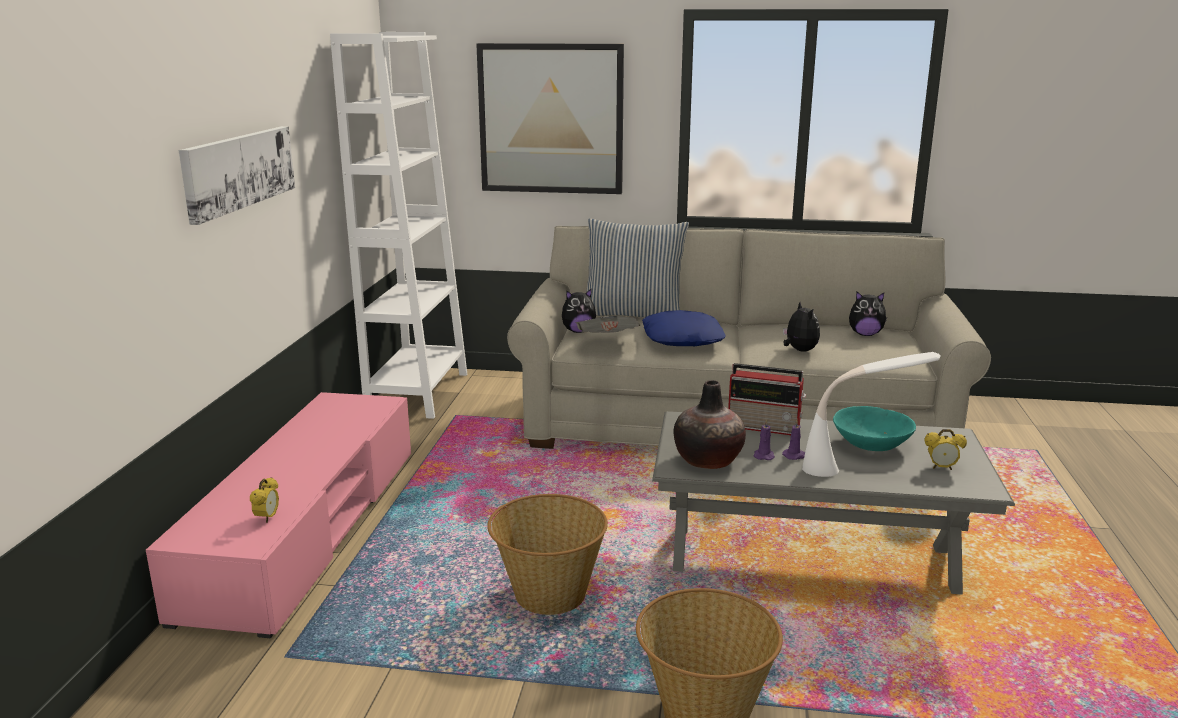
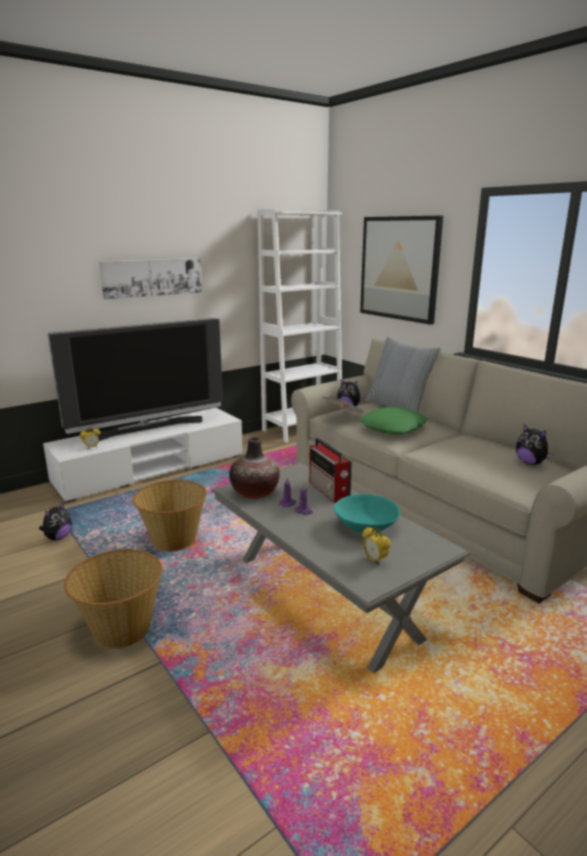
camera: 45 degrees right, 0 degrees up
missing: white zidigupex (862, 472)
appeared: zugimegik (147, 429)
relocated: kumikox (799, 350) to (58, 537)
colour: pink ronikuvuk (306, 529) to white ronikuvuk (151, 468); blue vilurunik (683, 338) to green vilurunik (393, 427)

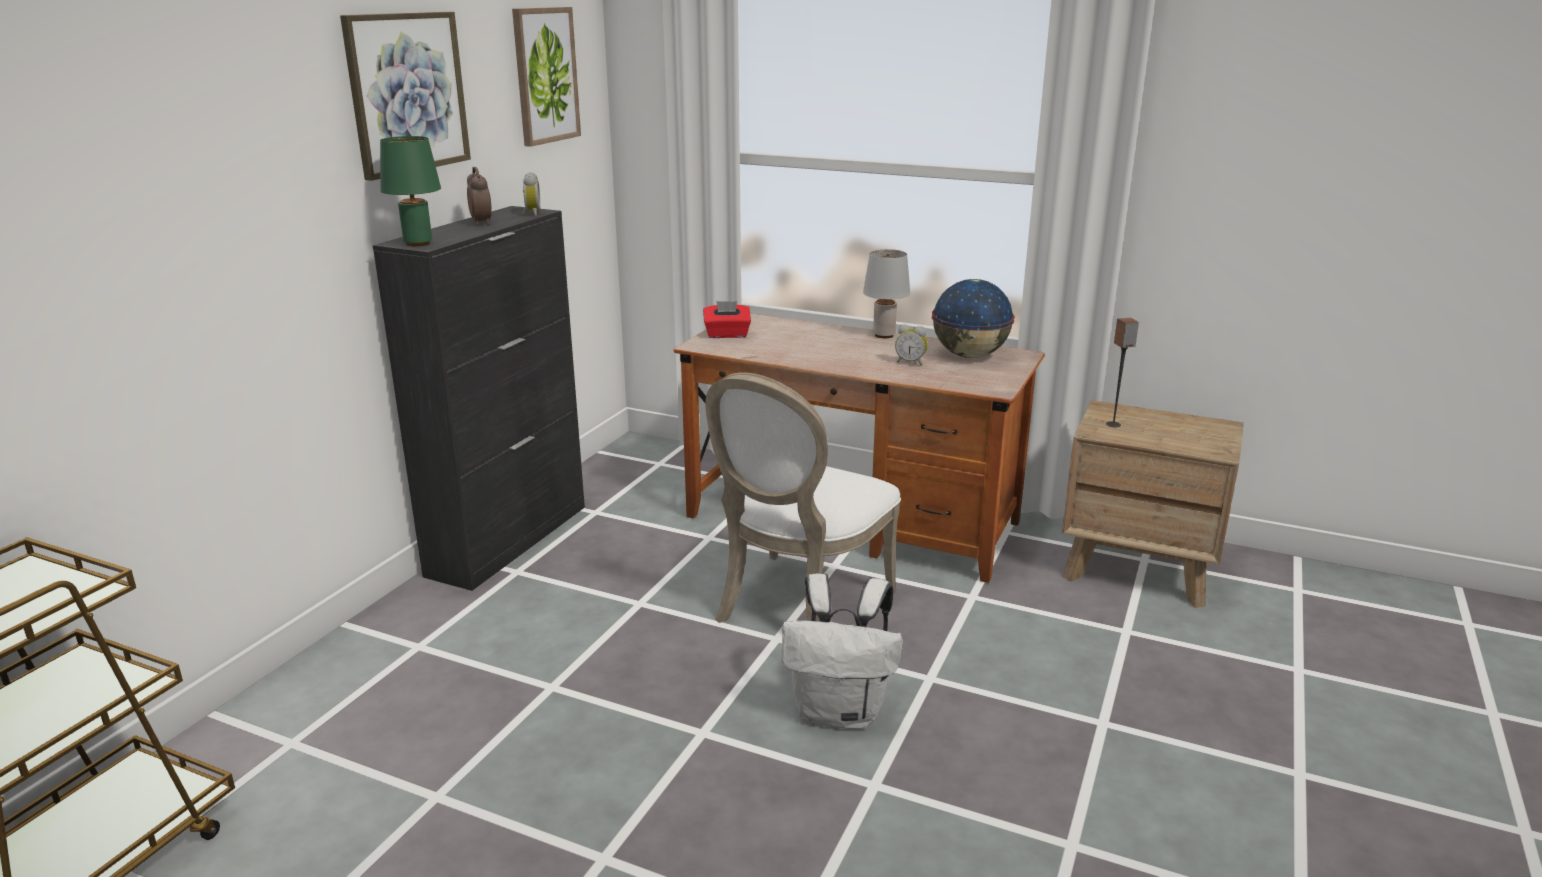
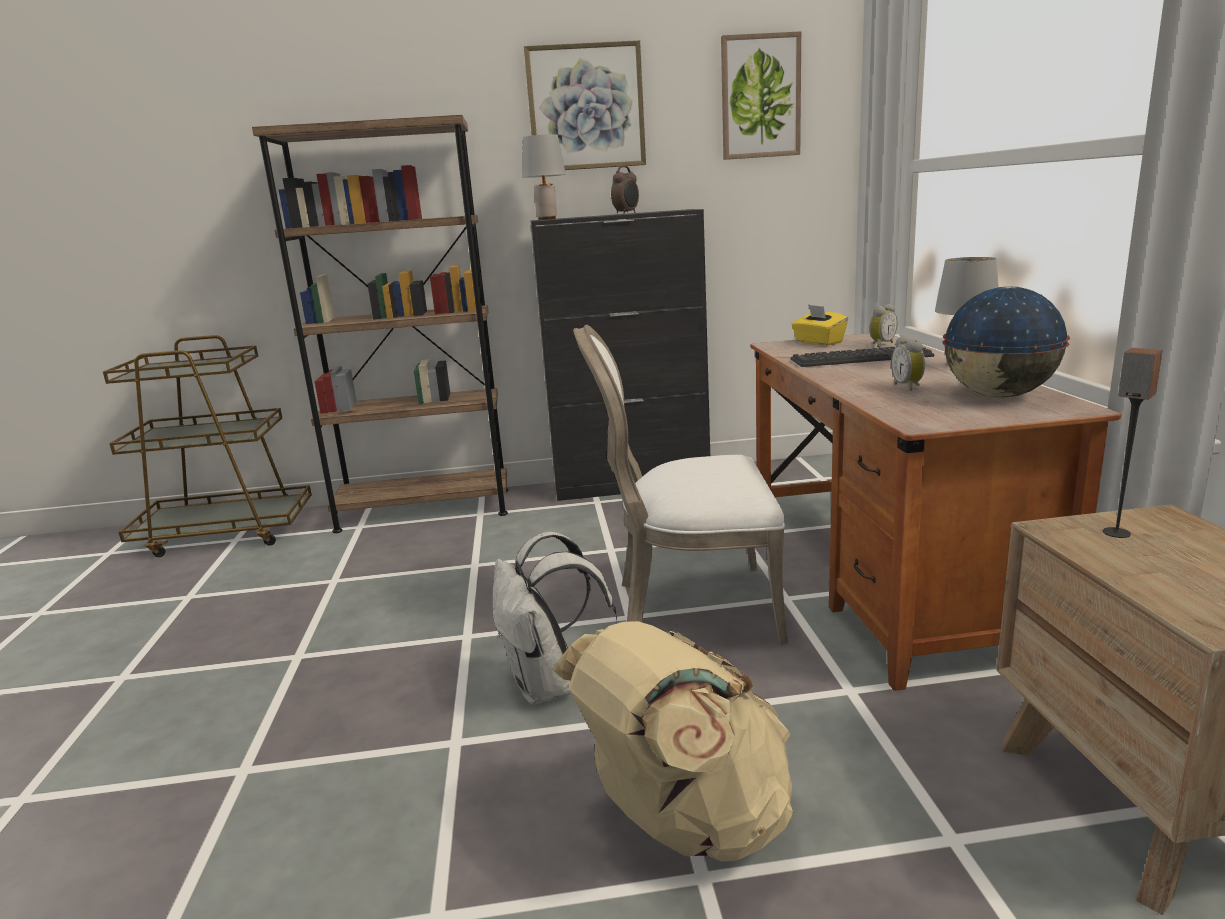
camera: 60 degrees right, 5 degrees down
appeared: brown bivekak (424, 510); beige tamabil (684, 820); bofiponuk (860, 358)
relocated: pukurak (531, 214) to (880, 344)
colour: green zidigupex (417, 243) to grey zidigupex (546, 219); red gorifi (727, 335) to yellow gorifi (818, 342)

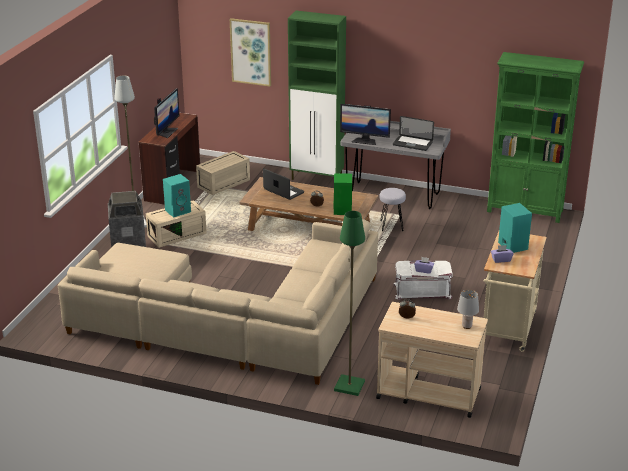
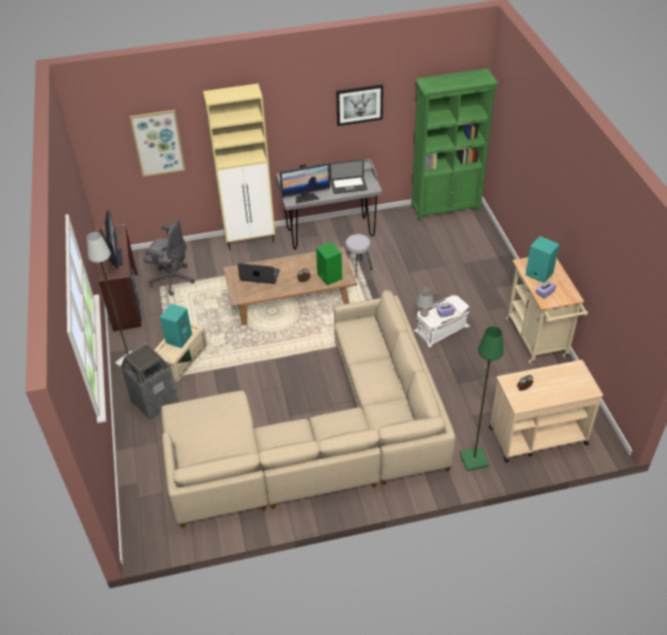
camera: 30 degrees left, 15 degrees up
appeared: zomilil (359, 104)
relocated: grey zidigupex (467, 326) to (424, 314)
exchanged: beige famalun (223, 184) to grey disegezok (171, 279)
colour: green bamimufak (317, 178) to beige bamimufak (251, 240)

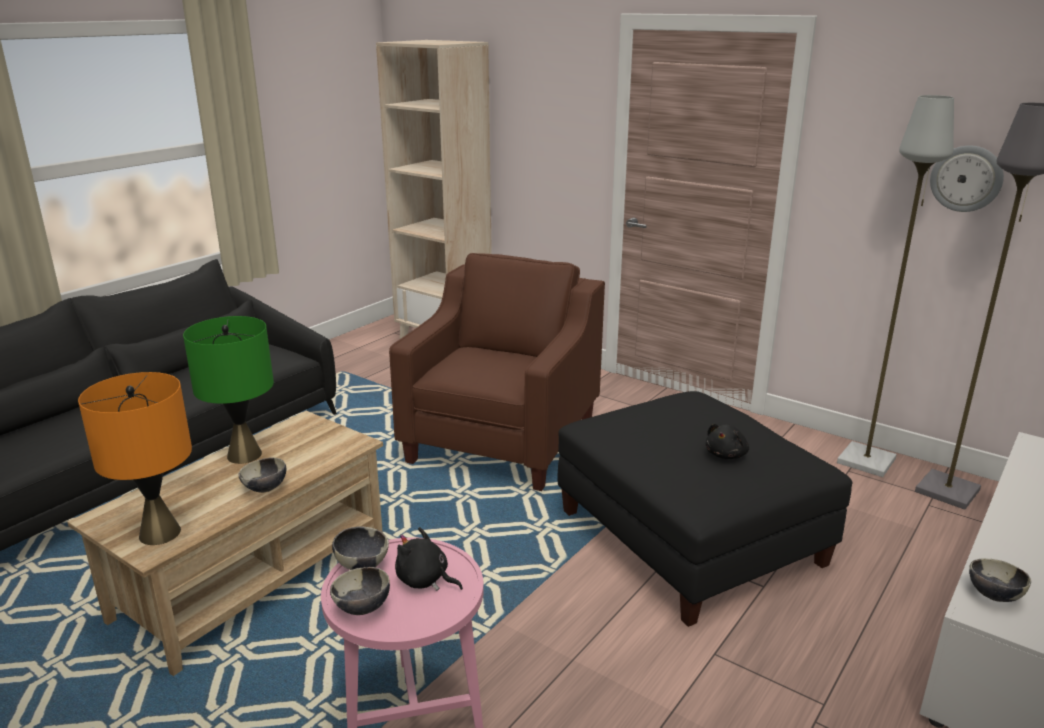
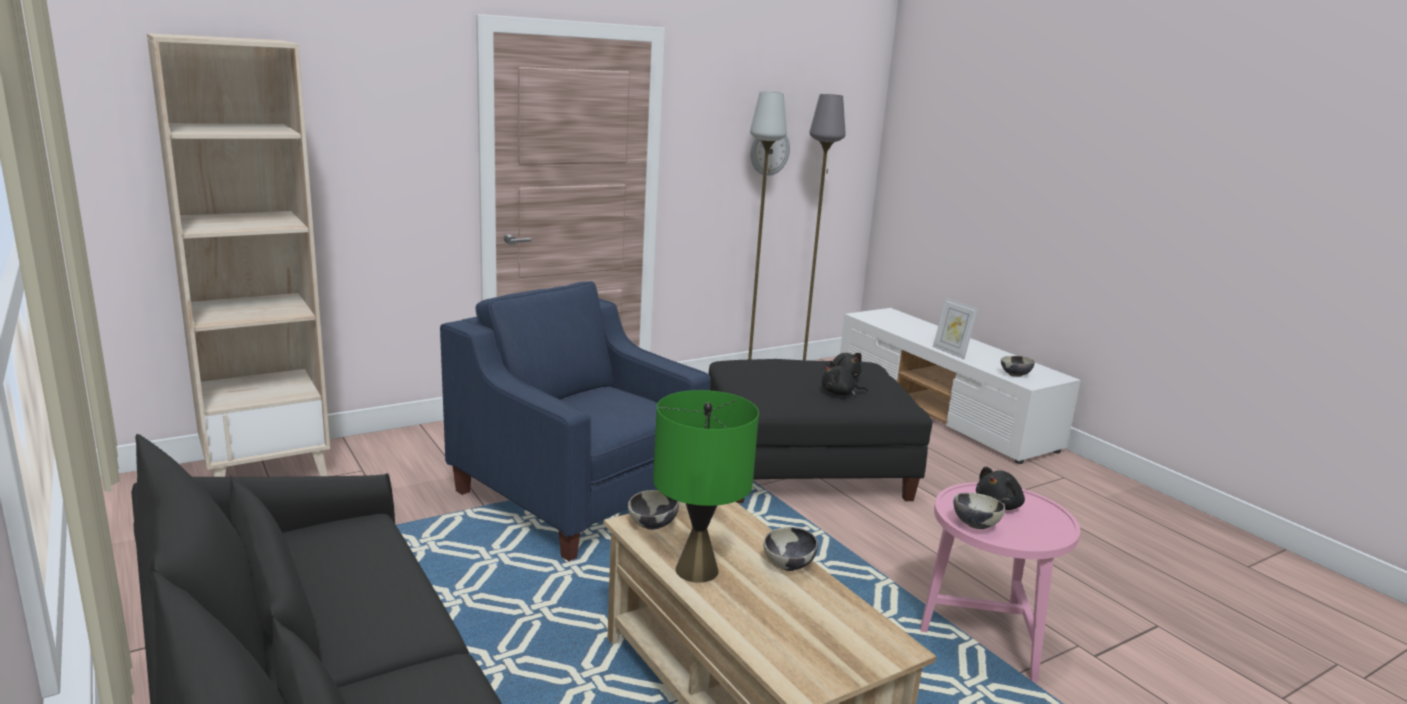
camera: 70 degrees left, 5 degrees down
missing: orange zidigupex (160, 533)
appeared: black kumikox (840, 393); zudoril (951, 352)
relocated: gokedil (362, 608) to (653, 525)
colour: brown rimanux (504, 440) to blue rimanux (575, 497)

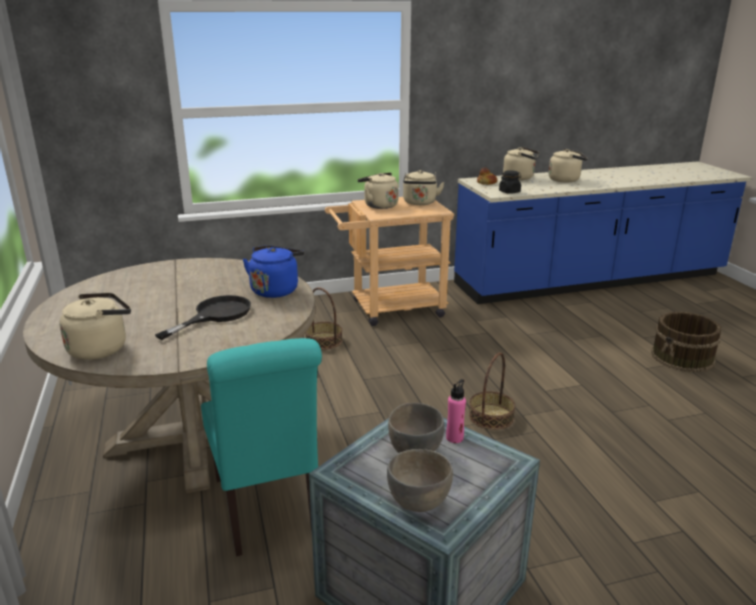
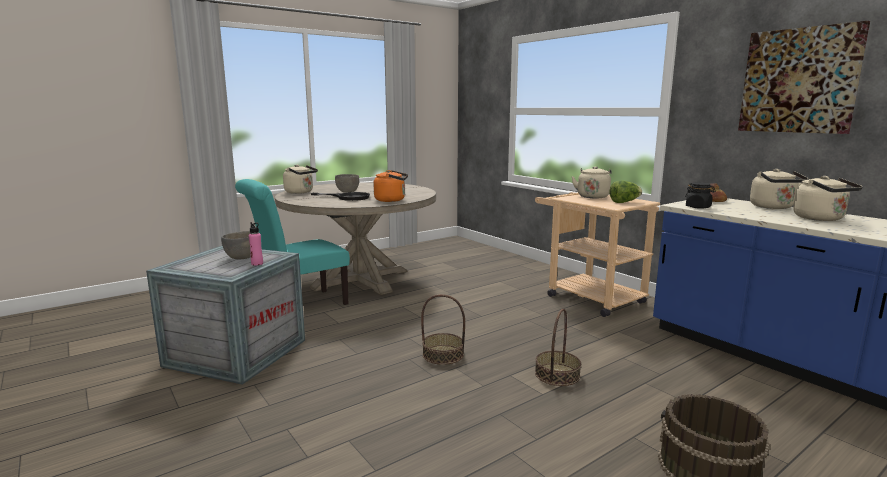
camera: 70 degrees right, 10 degrees down
appeared: zomilil (799, 81)
relocated: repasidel (324, 341) to (557, 374); grey gokedil (419, 502) to (347, 192)
exchanged: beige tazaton (420, 203) to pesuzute (624, 202)
colour: blue tazaton (275, 290) to orange tazaton (392, 200)

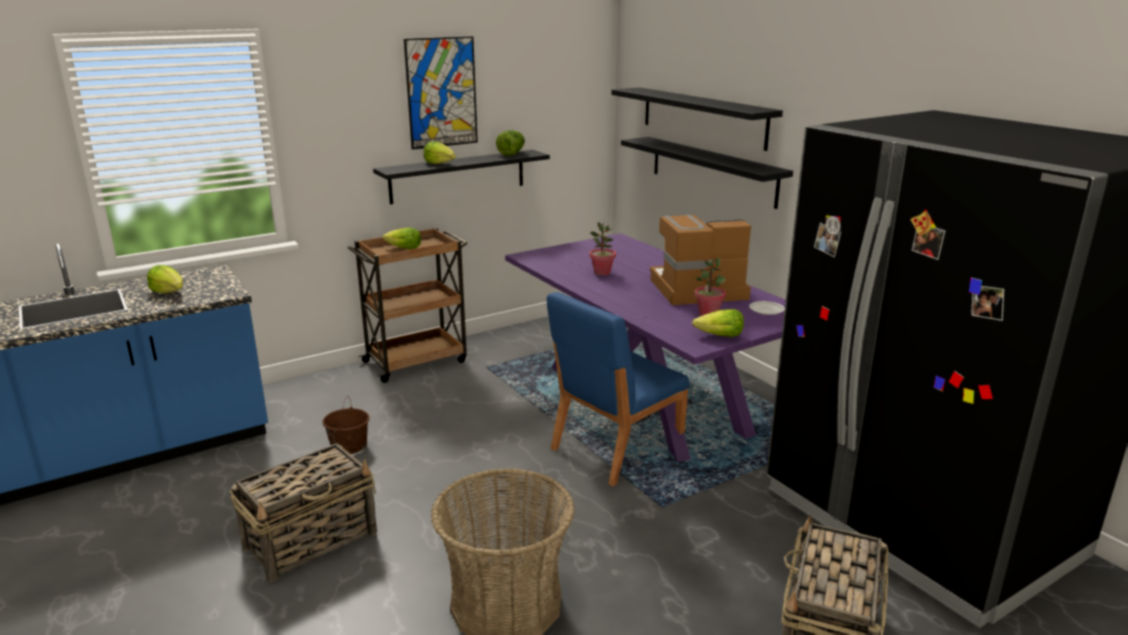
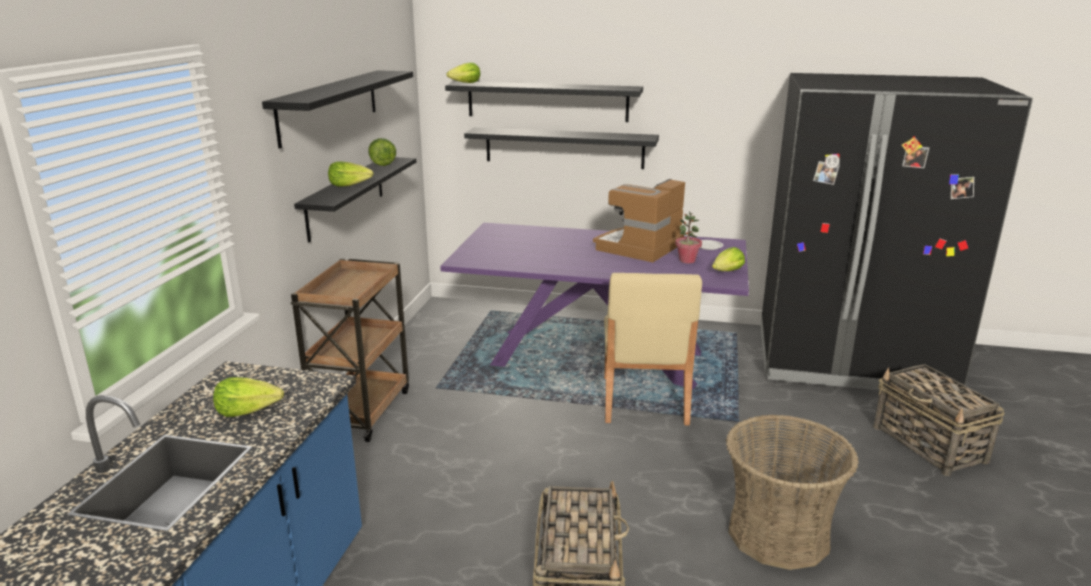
camera: 45 degrees left, 0 degrees up
missing: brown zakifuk (349, 445); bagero (602, 273)
relocated: pesuzute (403, 248) to (465, 83)
exchanged: zomilil (441, 92) to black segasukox (329, 106)
colour: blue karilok (614, 449) to beige karilok (644, 401)

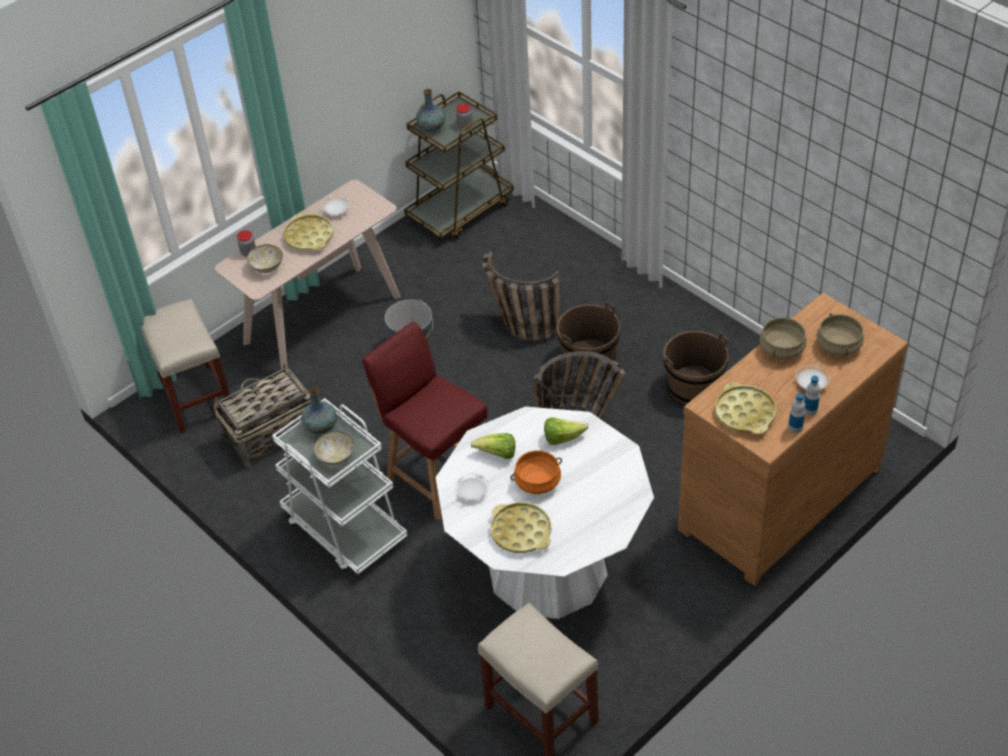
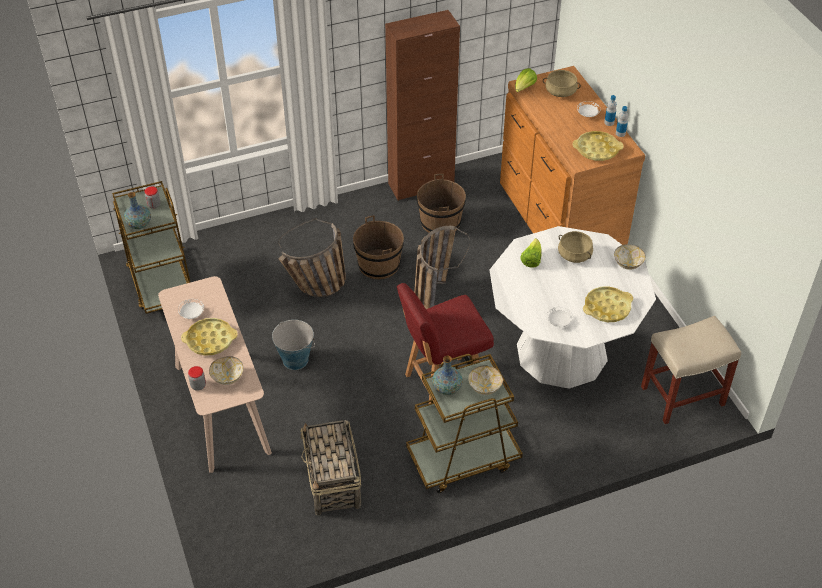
camera: 70 degrees left, 0 degrees up
missing: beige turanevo (196, 399); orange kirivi (537, 481)
appeared: brown bamimufak (421, 185); gokedil (627, 264)
relocated: pesuzute (497, 454) to (524, 88); beige kirivi (781, 348) to (574, 255)
colour: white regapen (344, 528) to brown regapen (463, 459)

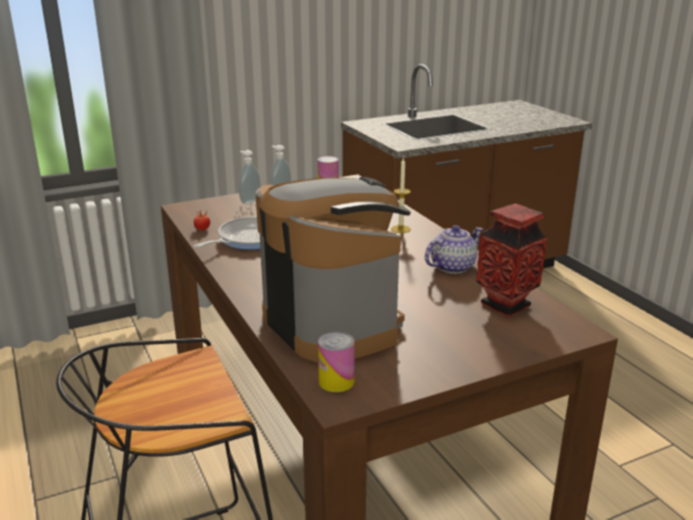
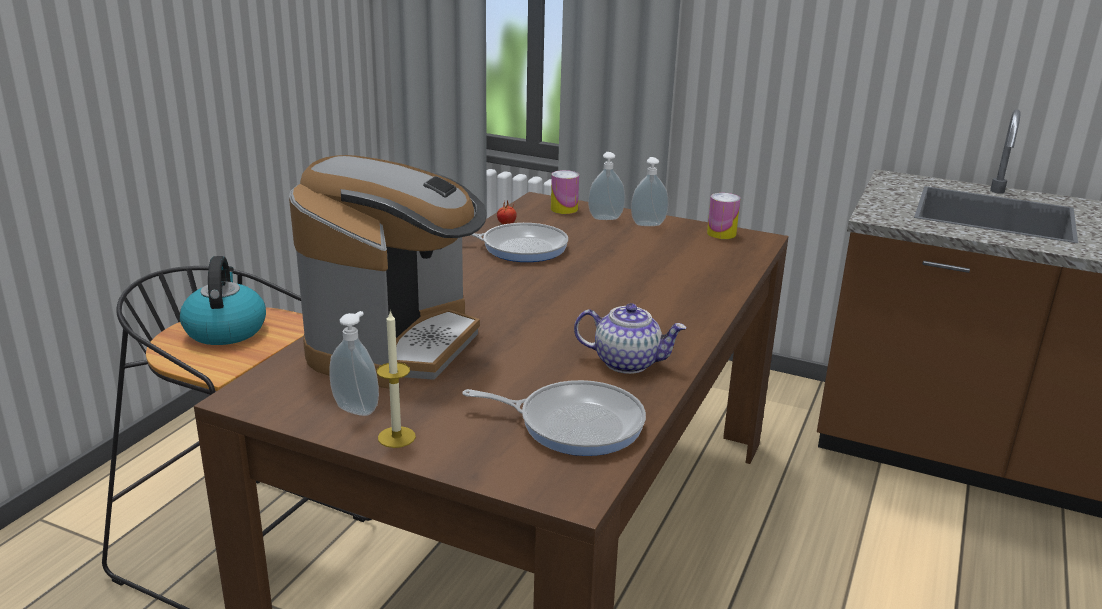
camera: 50 degrees right, 0 degrees up
appeared: tazaton (225, 330); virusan (357, 408)
relocated: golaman (336, 381) to (564, 209); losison (400, 229) to (396, 437)
exchanged: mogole (506, 305) to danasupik (574, 424)

